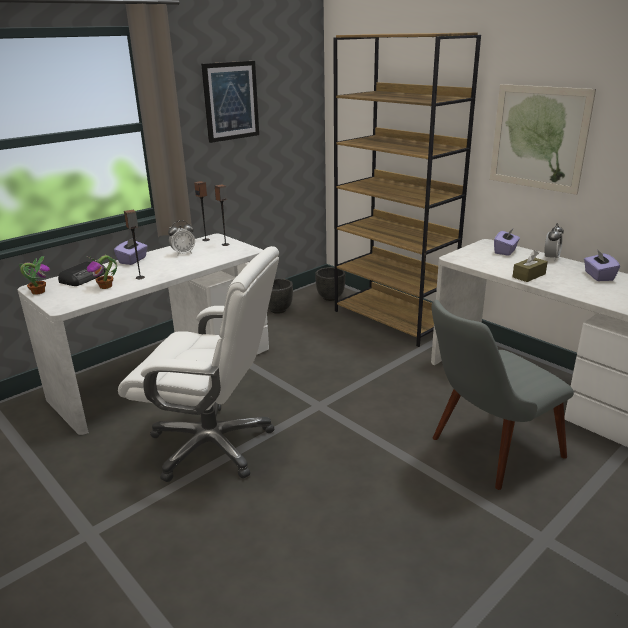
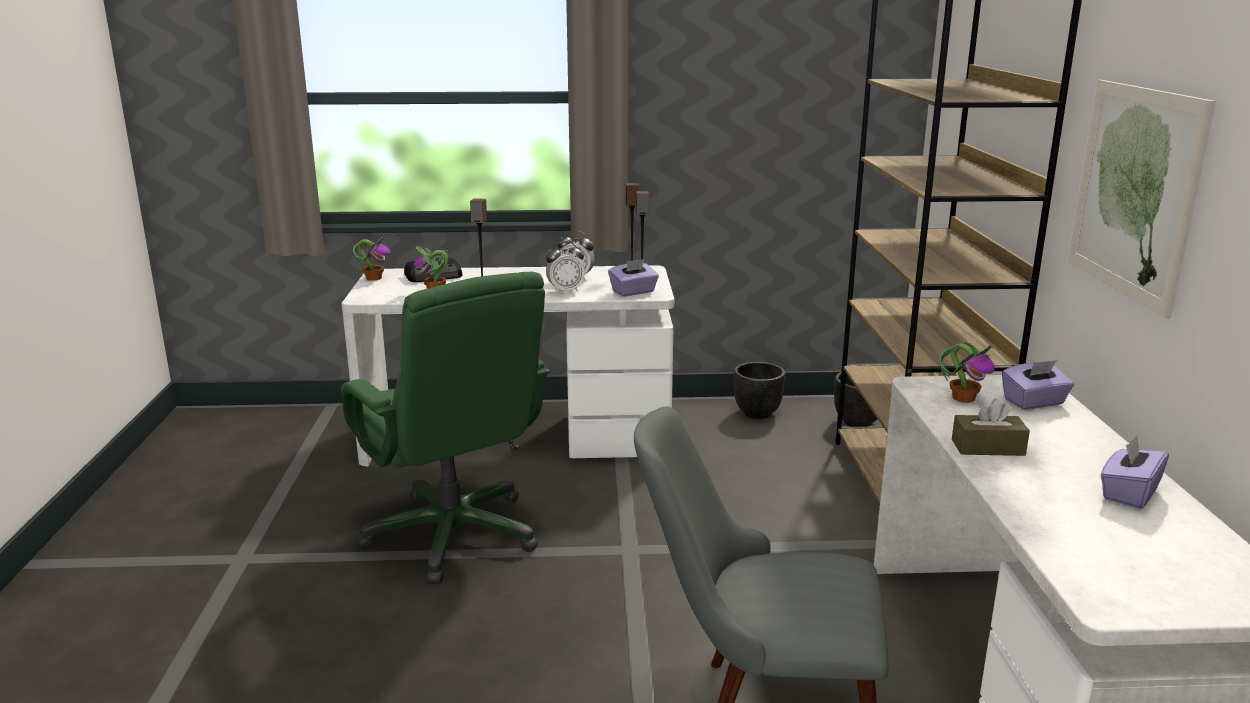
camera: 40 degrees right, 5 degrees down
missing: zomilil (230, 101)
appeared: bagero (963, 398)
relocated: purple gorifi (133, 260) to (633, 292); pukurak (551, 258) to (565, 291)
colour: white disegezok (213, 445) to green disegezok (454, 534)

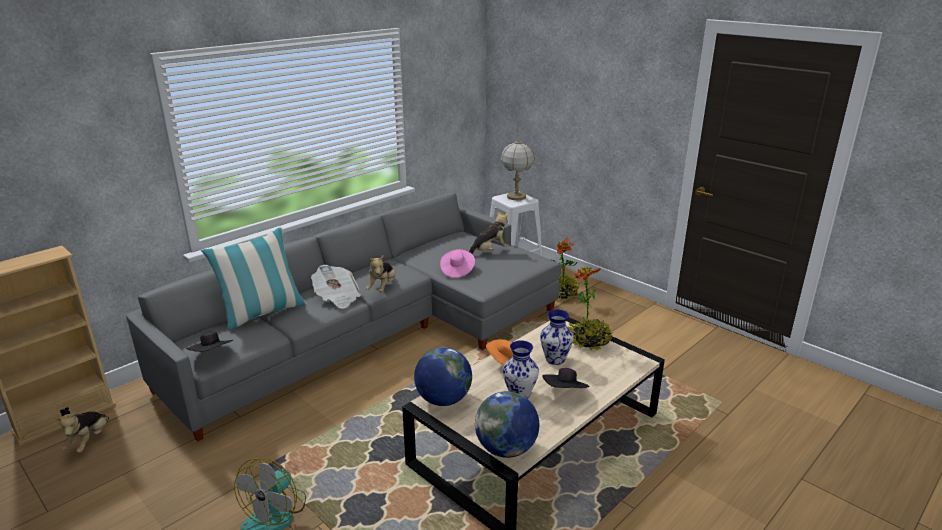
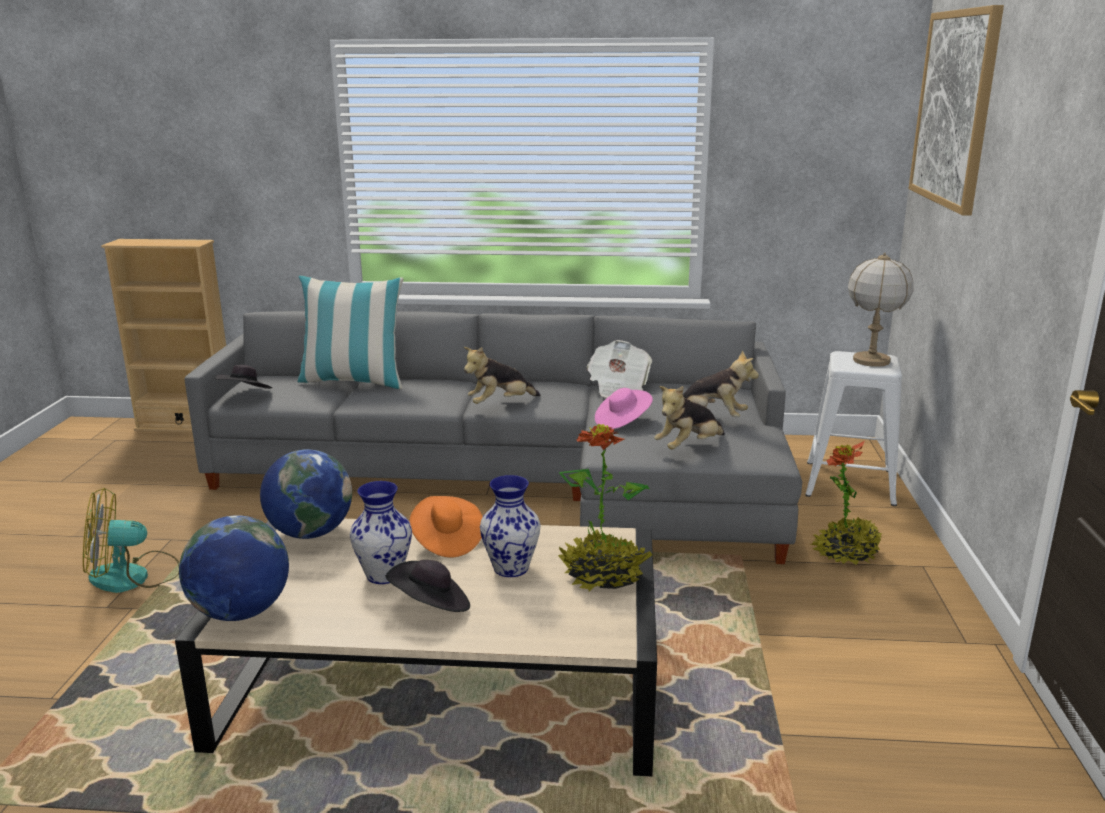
camera: 50 degrees right, 5 degrees down
appeared: zomilil (954, 108)
relocated: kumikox (89, 441) to (688, 447); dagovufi (337, 297) to (618, 387)

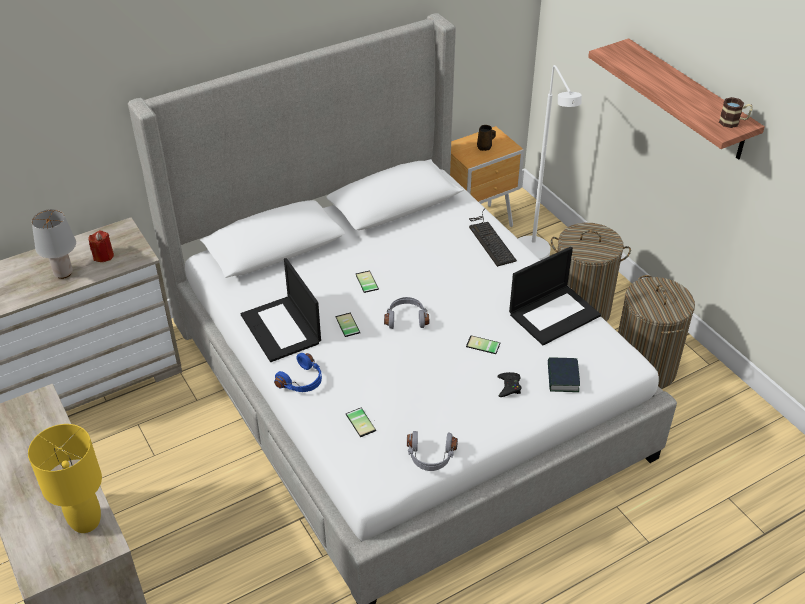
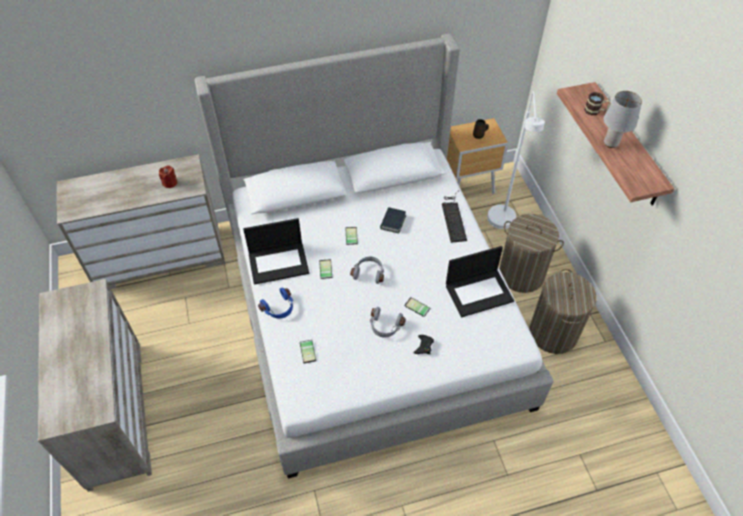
camera: 15 degrees right, 10 degrees up
missing: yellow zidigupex (86, 521)
relocated: grey zidigupex (64, 273) to (611, 143); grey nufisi (431, 457) to (385, 326); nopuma (562, 378) to (393, 222); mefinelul (733, 122) to (595, 111)
spun: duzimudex (282, 329) = (279, 262) 90 degrees counterclockwise

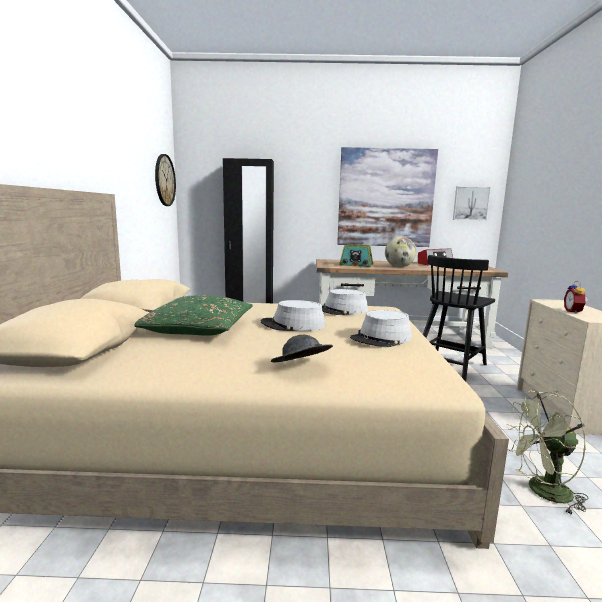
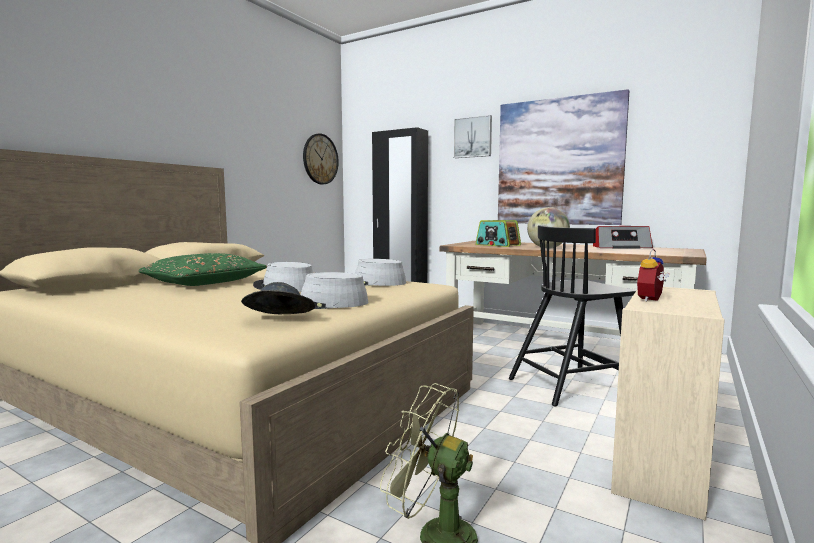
camera: 30 degrees right, 5 degrees down
relocated: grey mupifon (301, 369) to (278, 321); zomilil (470, 203) to (473, 137)

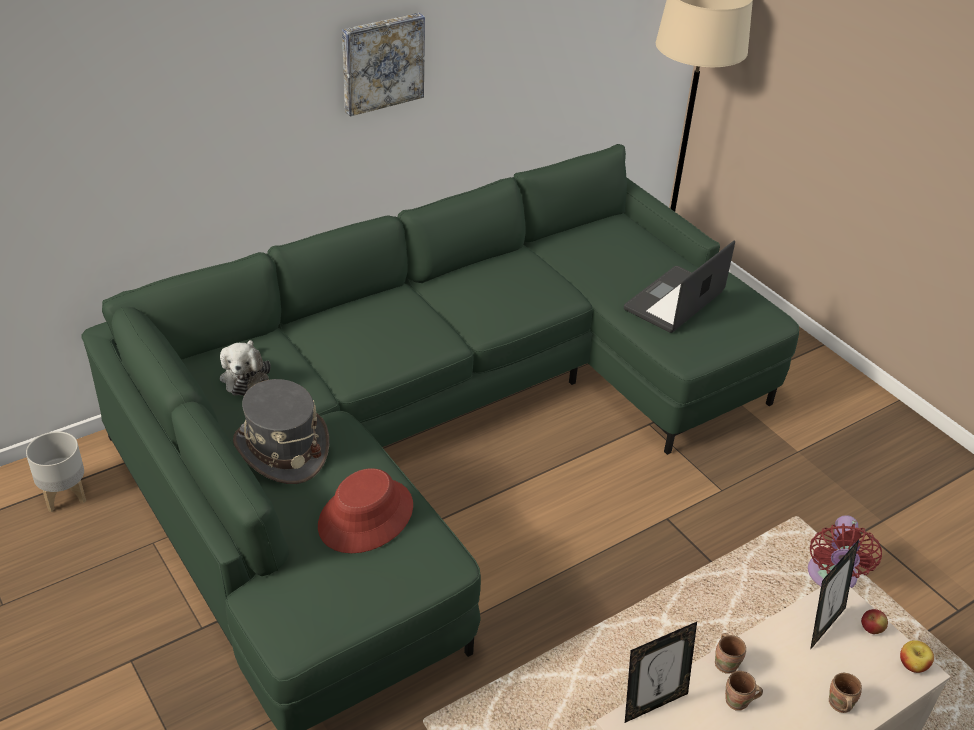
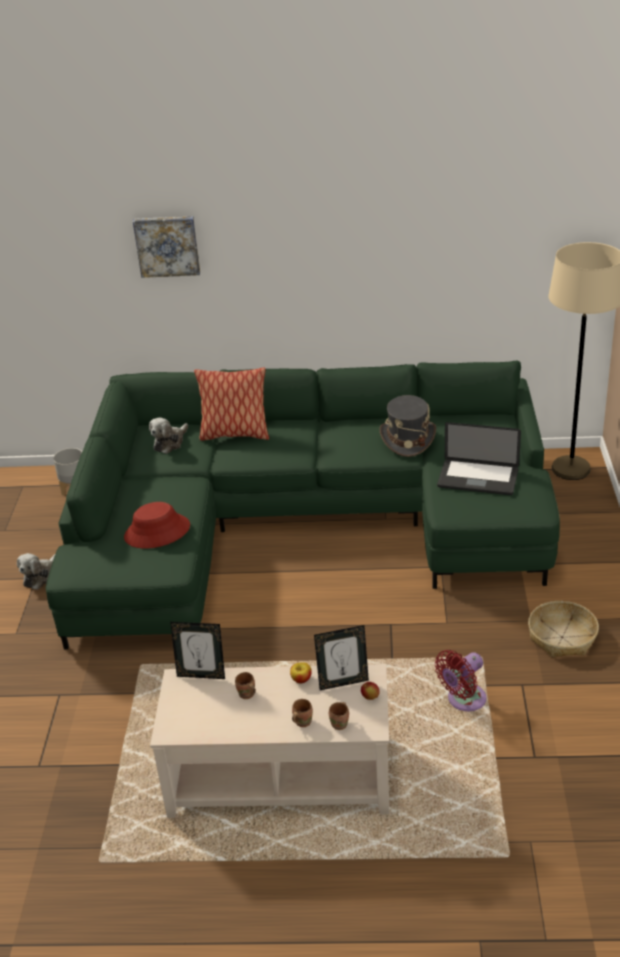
camera: 40 degrees right, 5 degrees down
appeared: kumikox (40, 576); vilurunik (235, 434); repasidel (562, 637)
relocated: grey mupifon (281, 449) to (407, 439); zomilil (381, 62) to (167, 245); brown mefinelul (726, 663) to (341, 724); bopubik (912, 665) to (301, 679)
spun: duzimudex (674, 301) = (478, 479) 150 degrees counterclockwise

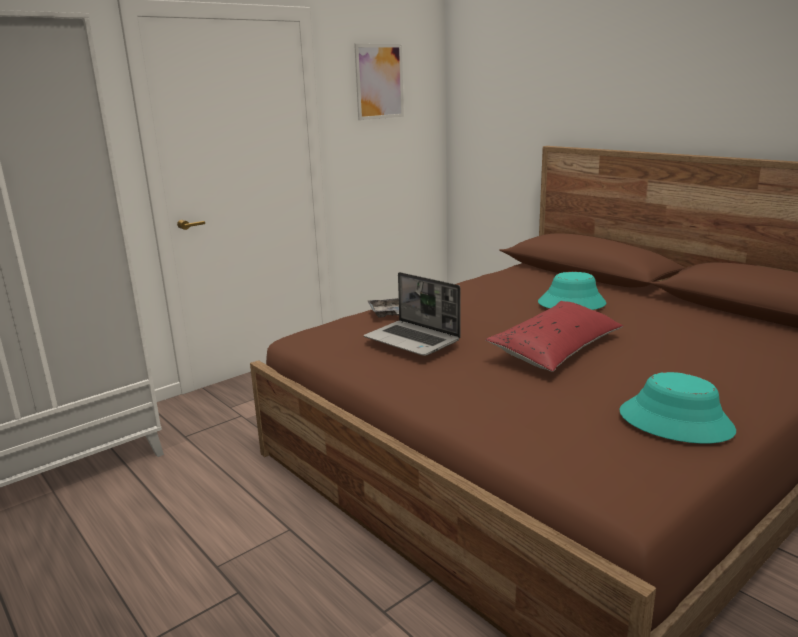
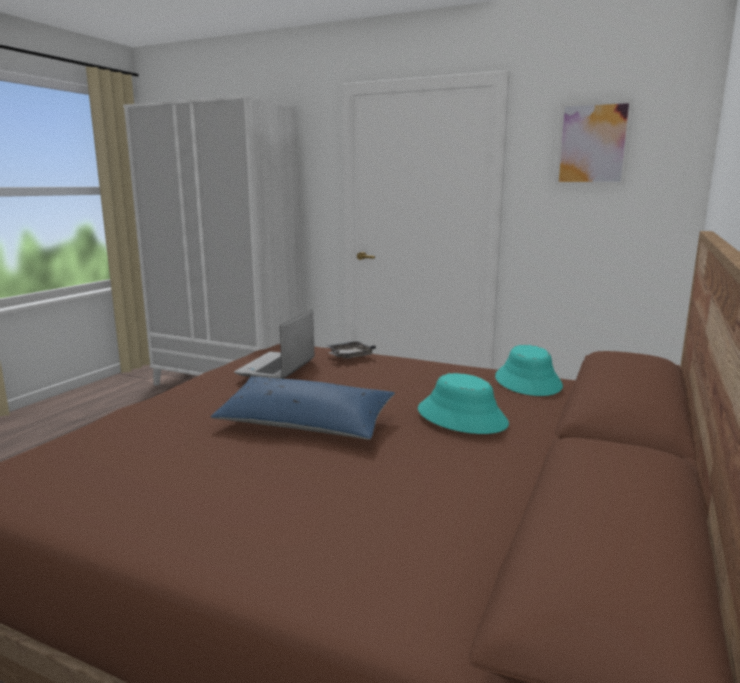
camera: 65 degrees right, 5 degrees down
relocated: turquoise mupifon (675, 421) to (528, 382)
colour: red vilurunik (556, 349) to blue vilurunik (304, 424)

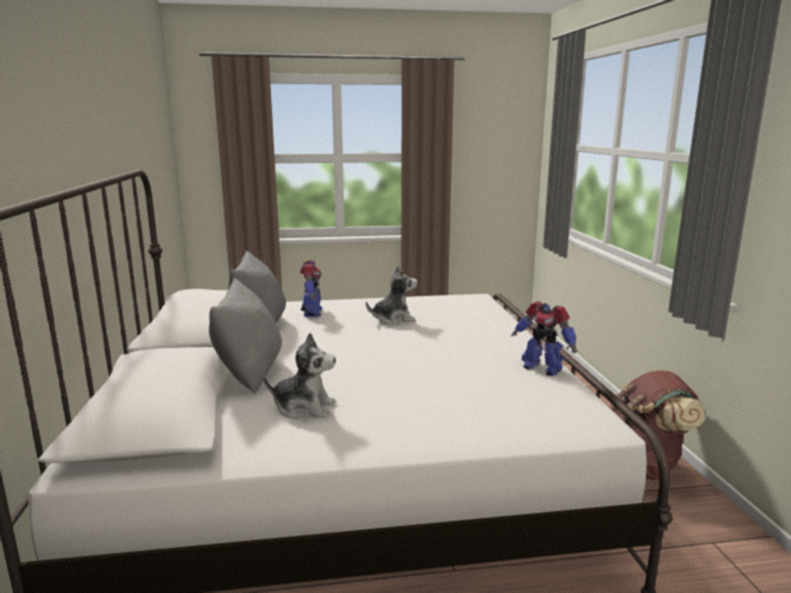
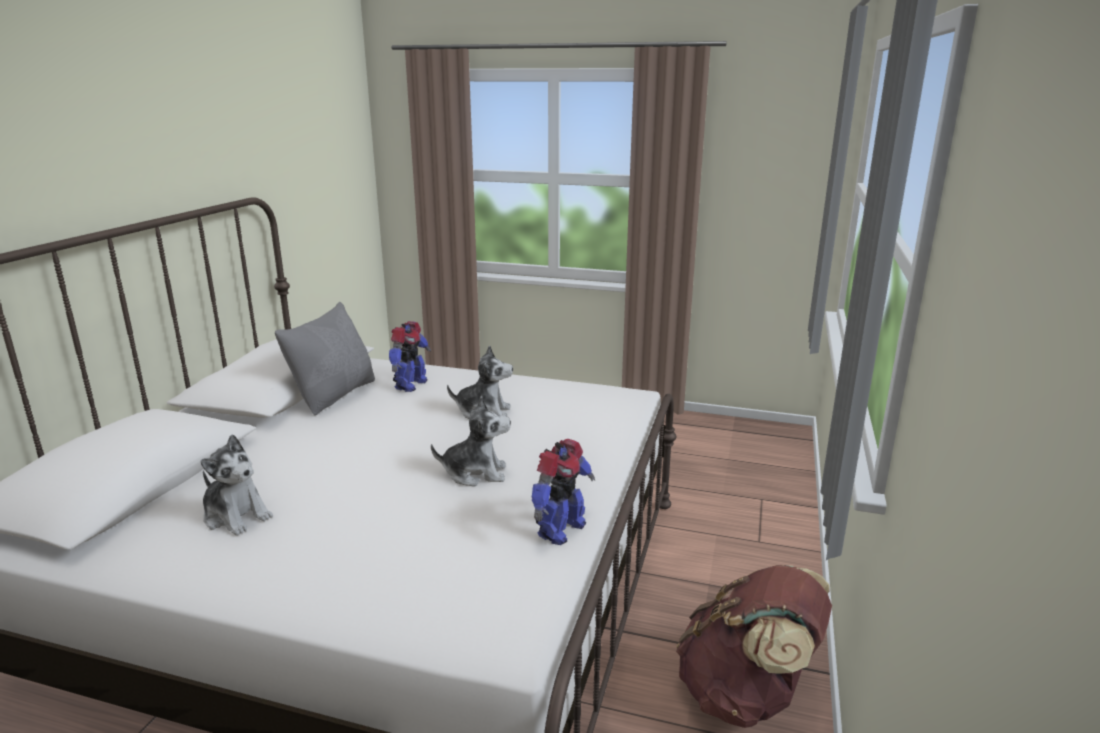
camera: 25 degrees right, 5 degrees up
missing: grey vilurunik (250, 373)
appeared: kumikox (475, 473)
spun: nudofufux (542, 368) = (560, 530) 120 degrees counterclockwise

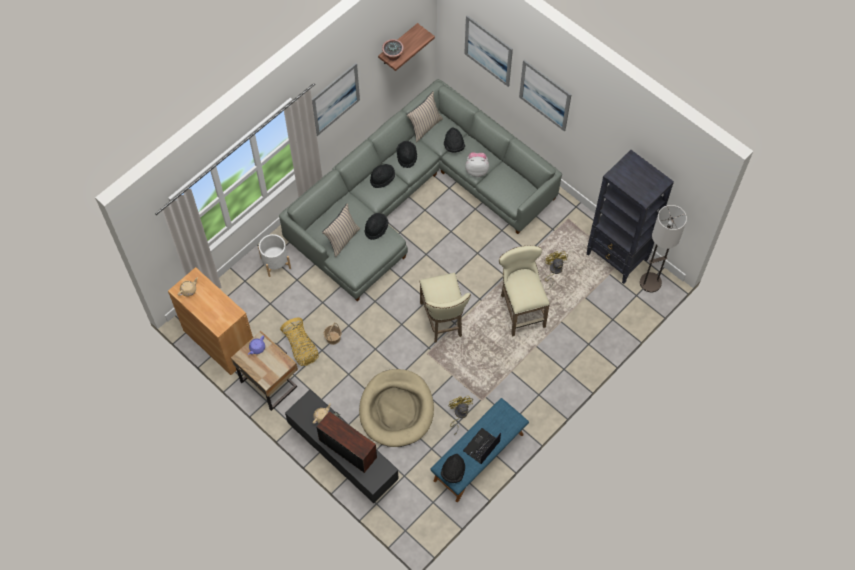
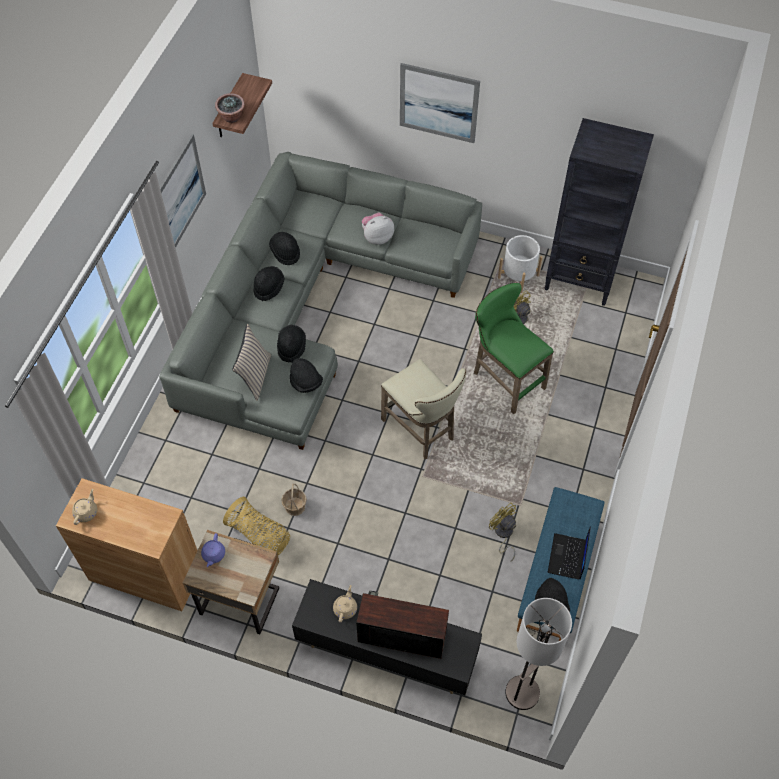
camera: 25 degrees left, 5 degrees down
missing: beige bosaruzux (396, 409); beige vilurunik (424, 127); zomilil (488, 50)
relocated: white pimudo (275, 263) to (518, 277); black mupifon (454, 145) to (305, 382); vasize (650, 283) to (522, 693)
colour: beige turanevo (520, 309) to green turanevo (505, 379)

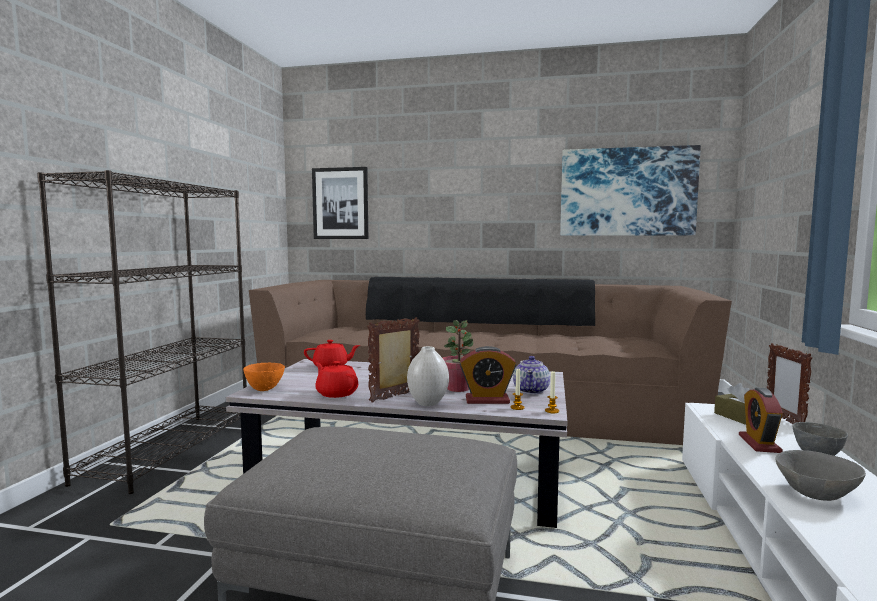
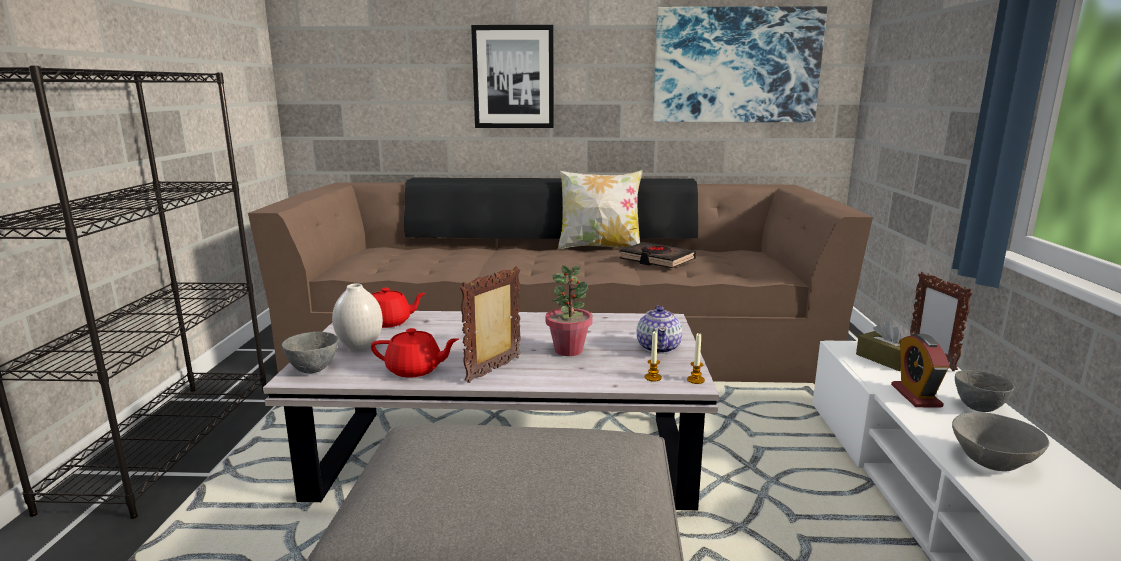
camera: 10 degrees left, 10 degrees up
missing: pukurak (487, 400)
appeared: vilurunik (599, 247); black nopuma (657, 260)
relocated: zomilil (340, 203) to (513, 77); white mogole (427, 403) to (359, 347)
colour: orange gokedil (264, 389) to grey gokedil (313, 369)
spun: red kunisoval (336, 393) = (415, 370) 150 degrees clockwise

